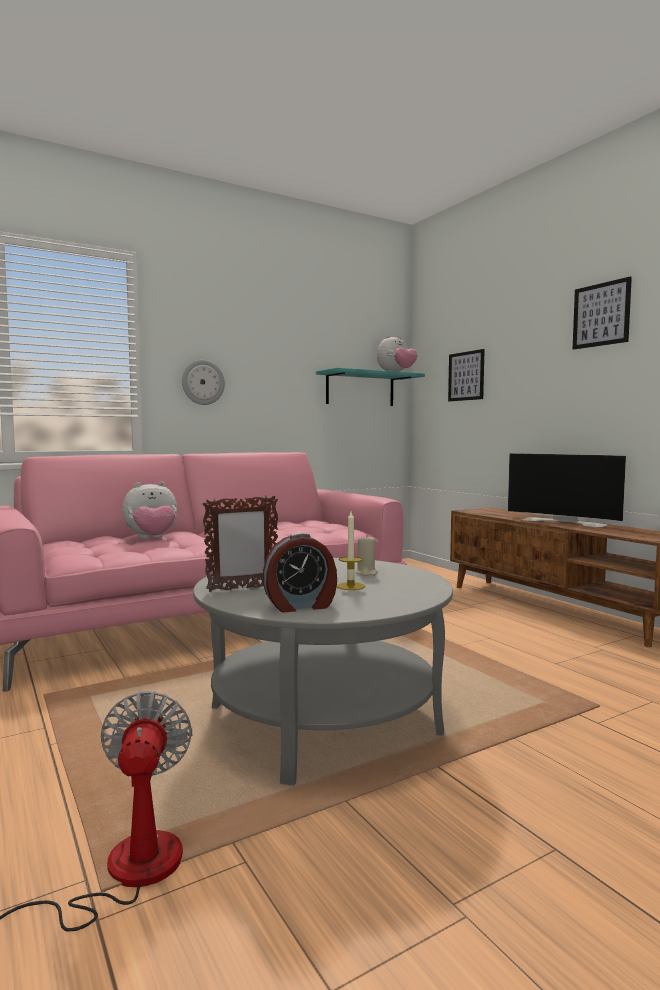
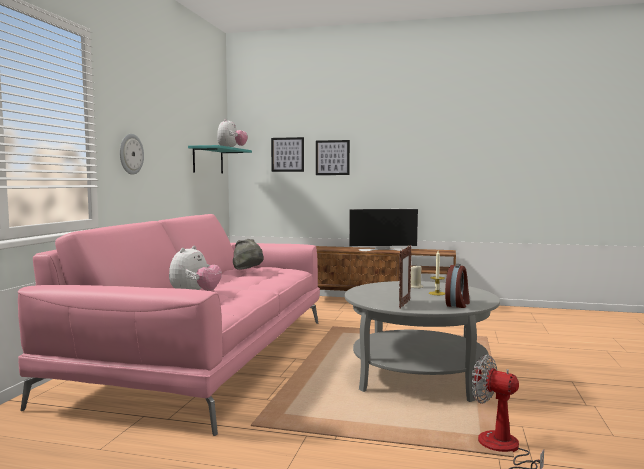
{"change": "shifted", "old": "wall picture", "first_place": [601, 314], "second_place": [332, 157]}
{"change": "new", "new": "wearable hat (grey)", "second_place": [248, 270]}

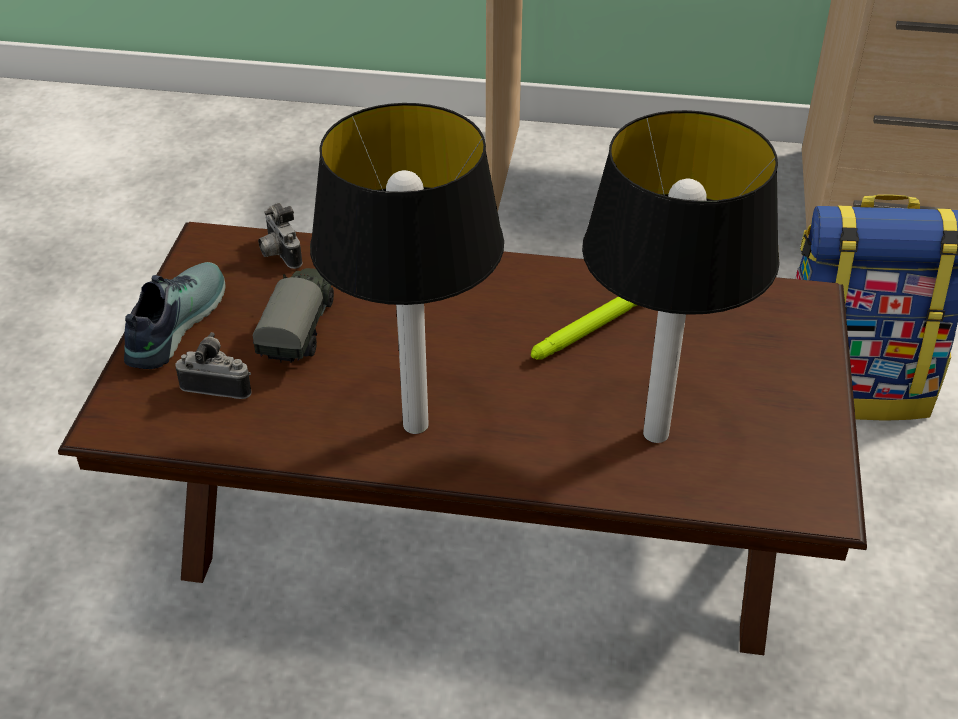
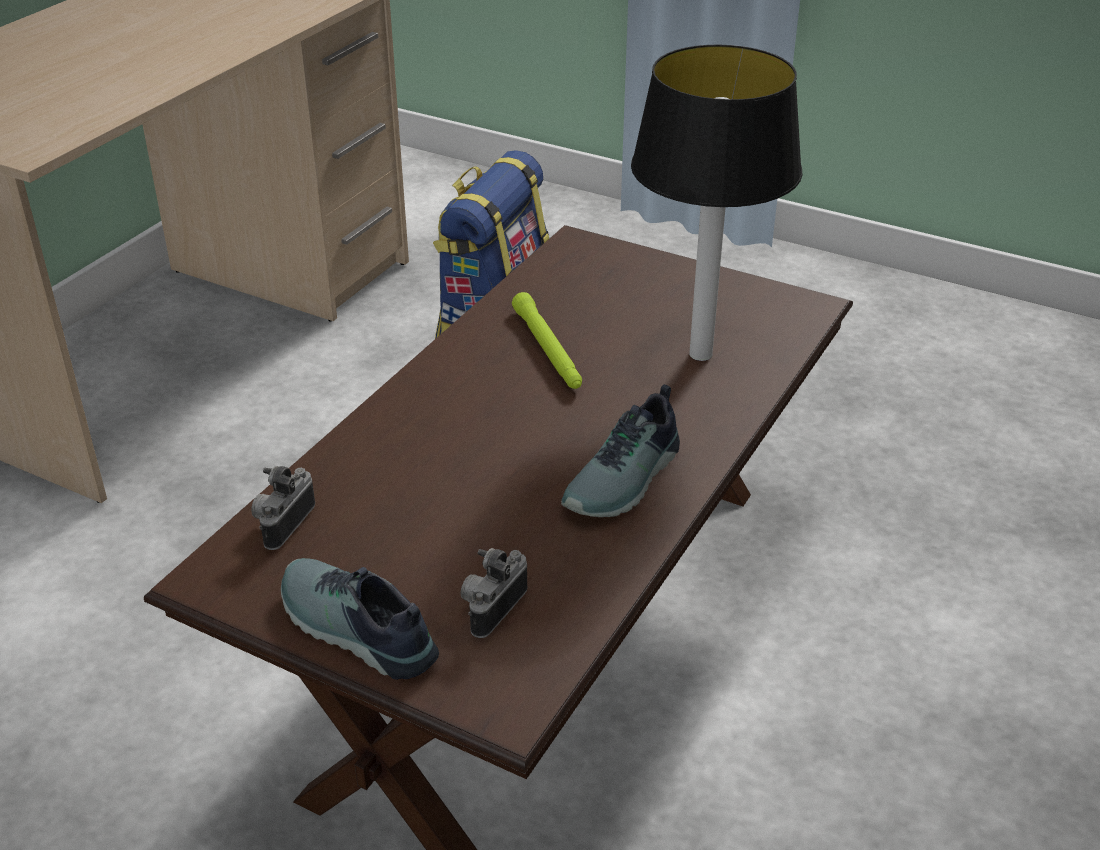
{"change": "swapped", "old": "table lamp", "new": "item of footwear", "first_place": [417, 425], "second_place": [627, 480]}
{"change": "rotated", "old": "still camera", "first_place": [278, 254], "second_place": [282, 524], "degrees": 120}
{"change": "gone", "old": "toy truck", "first_place": [300, 331]}

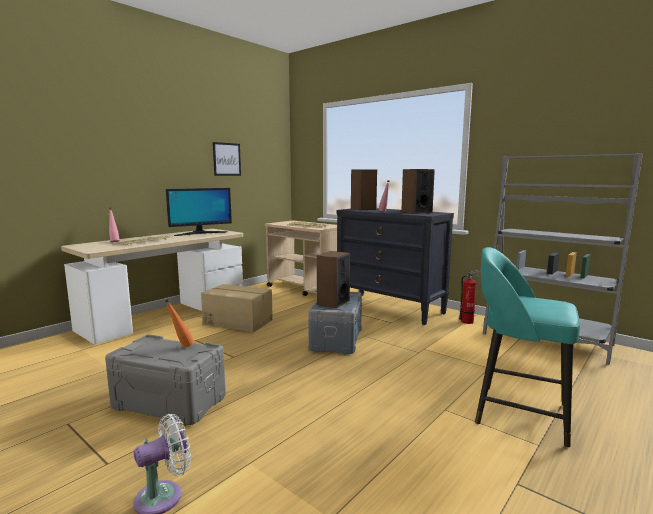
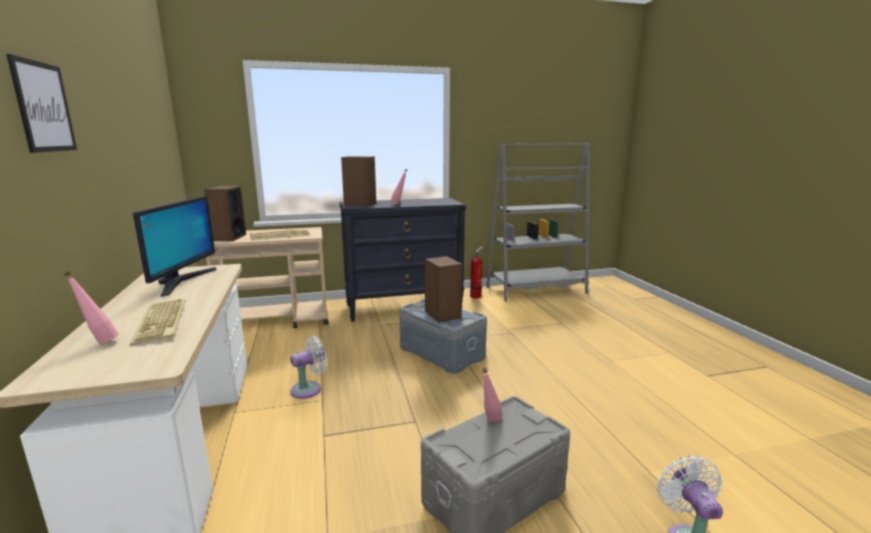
{"change": "shifted", "old": "wall picture", "first_place": [227, 159], "second_place": [43, 107]}
{"change": "shifted", "old": "loudspeaker", "first_place": [416, 212], "second_place": [228, 237]}
{"change": "gone", "old": "stool (turquoise)", "first_place": [518, 413]}
{"change": "swapped", "old": "packing box", "new": "cooling fan (white-coloured)", "first_place": [238, 322], "second_place": [309, 389]}
{"change": "repainted", "old": "bottle (orangey)", "new": "bottle (pinkish)", "first_place": [181, 347], "second_place": [489, 422]}

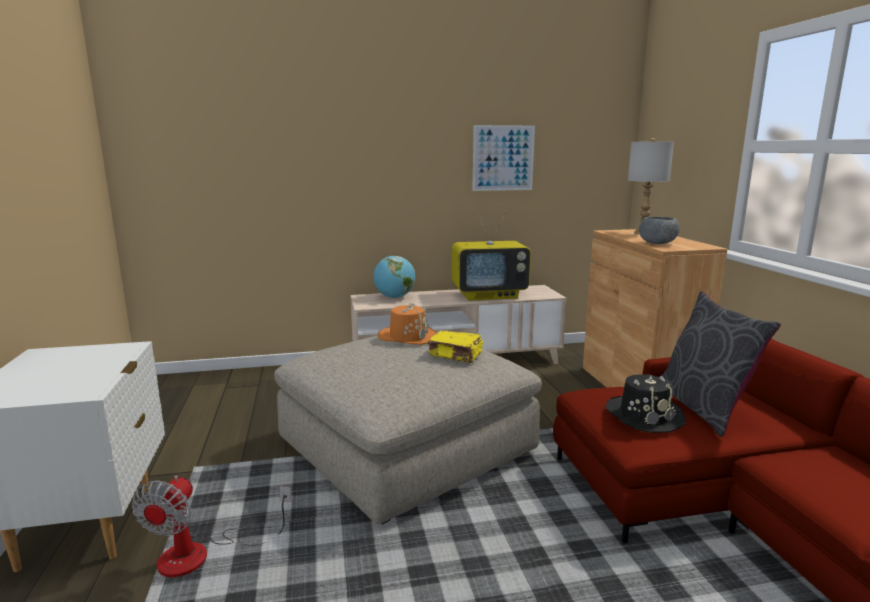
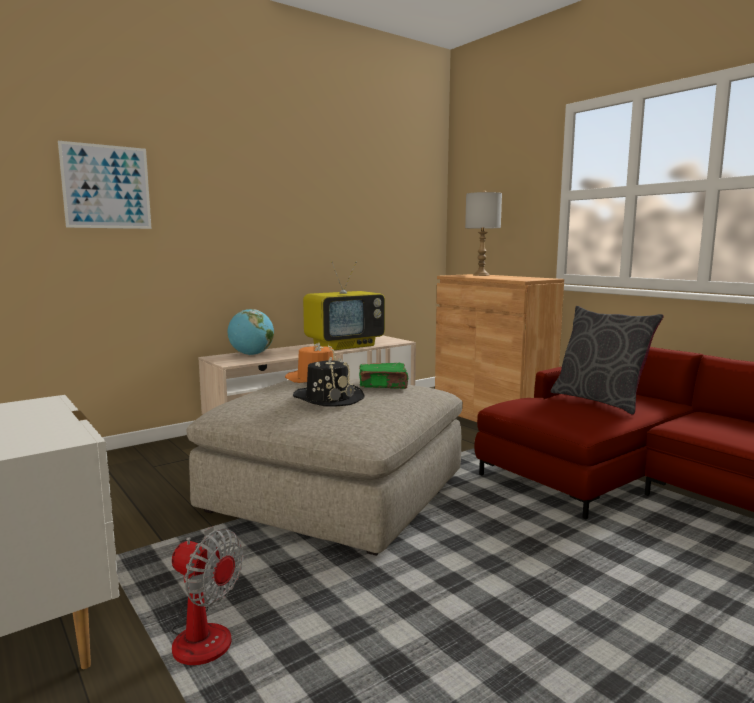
{"change": "shifted", "old": "wall picture", "first_place": [503, 158], "second_place": [106, 187]}
{"change": "gone", "old": "bowl (grey)", "first_place": [657, 243]}
{"change": "repainted", "old": "book (yellow-coloured)", "new": "book (green-coloured)", "first_place": [456, 355], "second_place": [384, 385]}
{"change": "shifted", "old": "wearable hat (black-coloured)", "first_place": [644, 415], "second_place": [328, 398]}
{"change": "rotated", "old": "cooling fan", "first_place": [202, 555], "second_place": [205, 631], "degrees": -45}

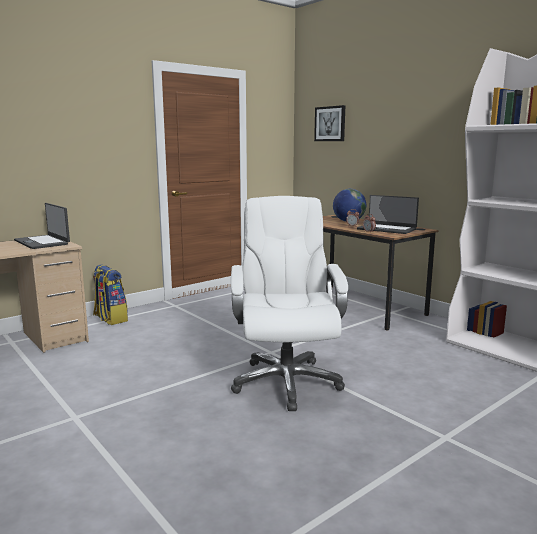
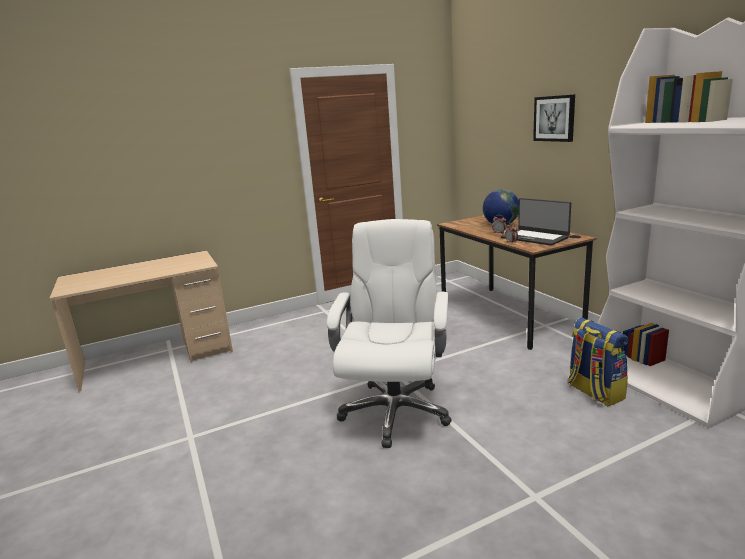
{"change": "shifted", "old": "wall picture", "first_place": [330, 124], "second_place": [554, 118]}
{"change": "gone", "old": "portable computer", "first_place": [42, 242]}
{"change": "shifted", "old": "backpack", "first_place": [110, 319], "second_place": [594, 392]}

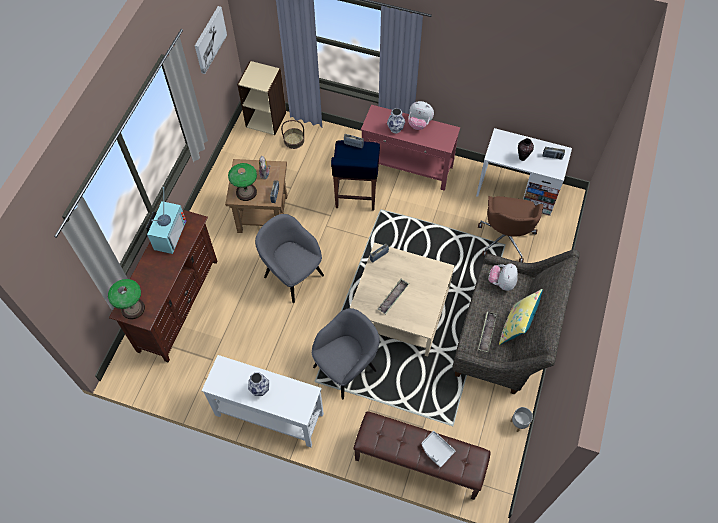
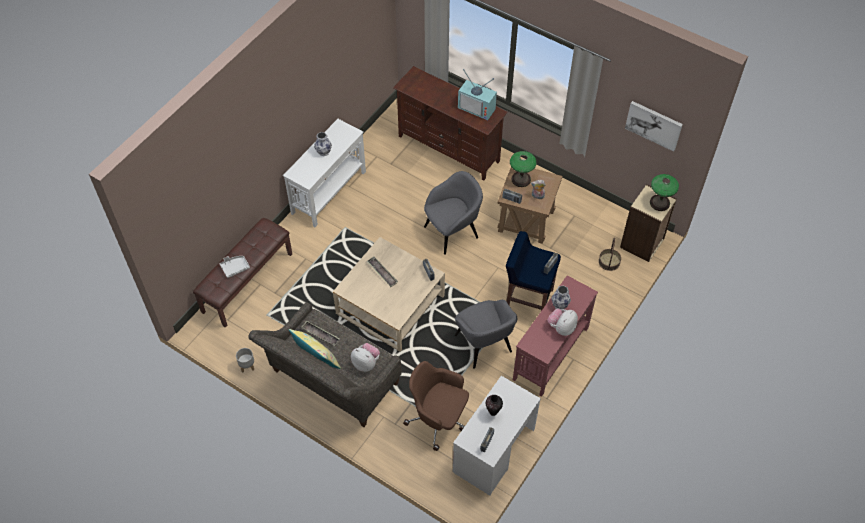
{"change": "shifted", "old": "table lamp", "first_place": [133, 308], "second_place": [660, 203]}
{"change": "shifted", "old": "easy chair (grey)", "first_place": [346, 367], "second_place": [483, 345]}

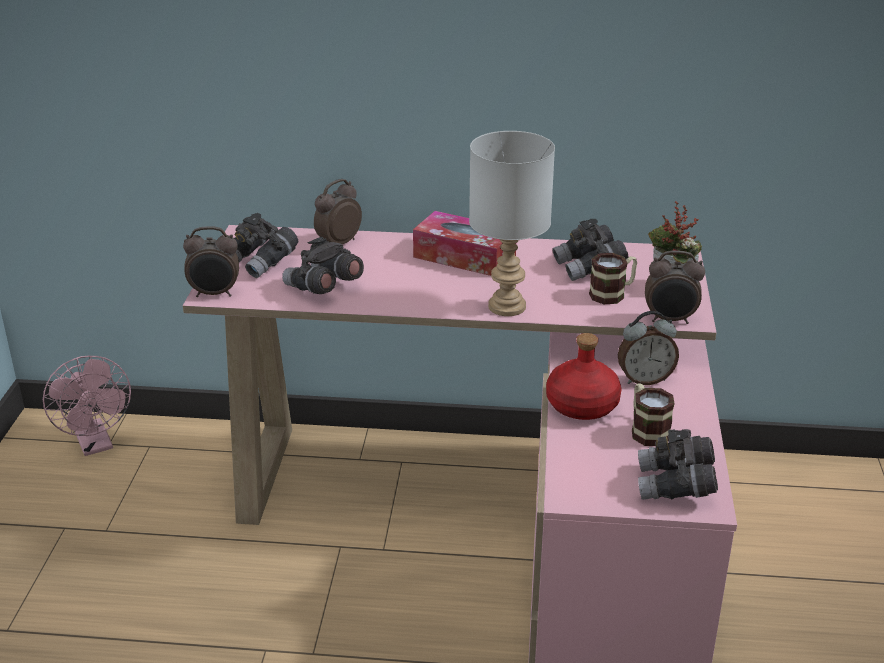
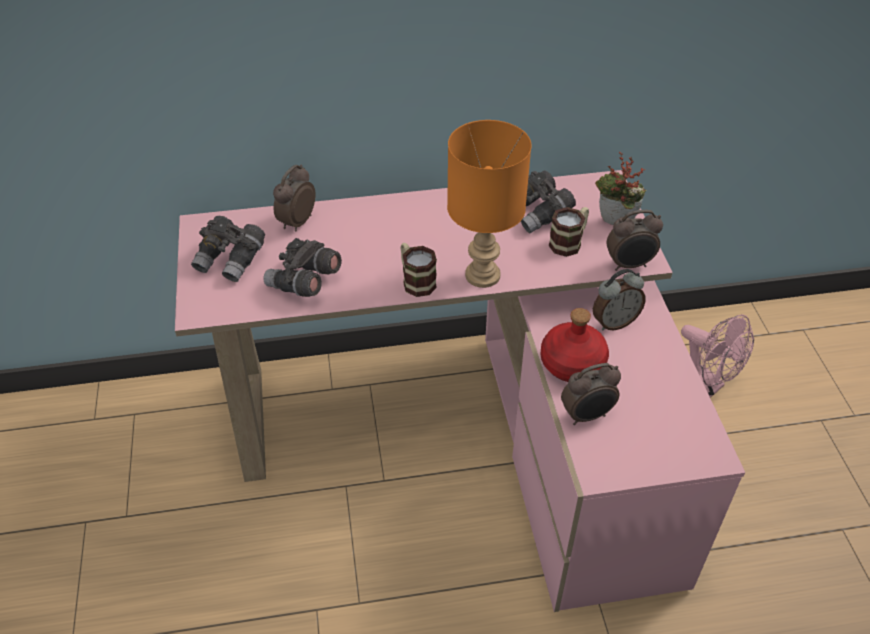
{"change": "repainted", "old": "table lamp (grey)", "new": "table lamp (orangey)", "first_place": [505, 306], "second_place": [481, 275]}
{"change": "gone", "old": "tissue holder", "first_place": [464, 257]}
{"change": "shifted", "old": "table clock", "first_place": [215, 294], "second_place": [587, 416]}
{"change": "shifted", "old": "cooling fan (pinkish)", "first_place": [96, 444], "second_place": [705, 384]}
{"change": "shifted", "old": "tea mug", "first_place": [646, 430], "second_place": [415, 280]}
{"change": "gone", "old": "binoculars (grey)", "first_place": [675, 486]}

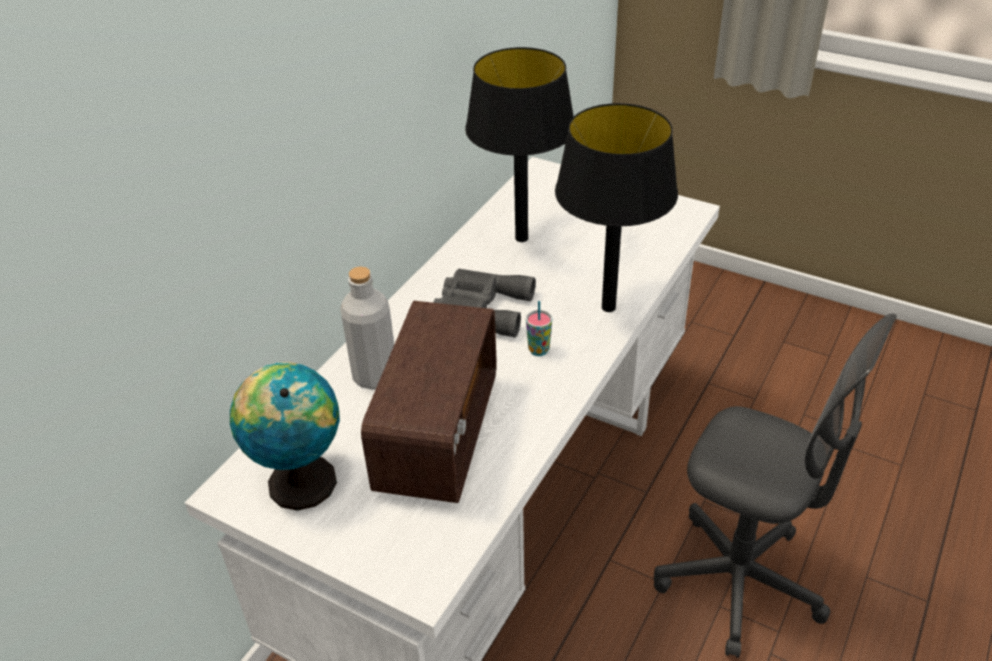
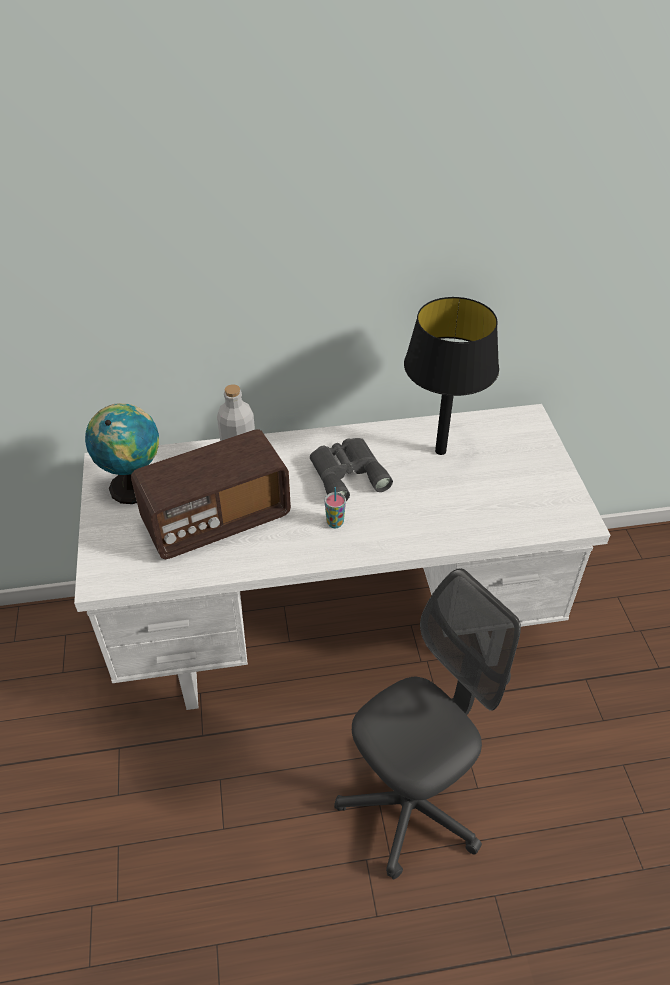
{"change": "gone", "old": "table lamp (black-coloured)", "first_place": [609, 308]}
{"change": "rotated", "old": "computer chair (grey)", "first_place": [739, 582], "second_place": [411, 805], "degrees": -120}

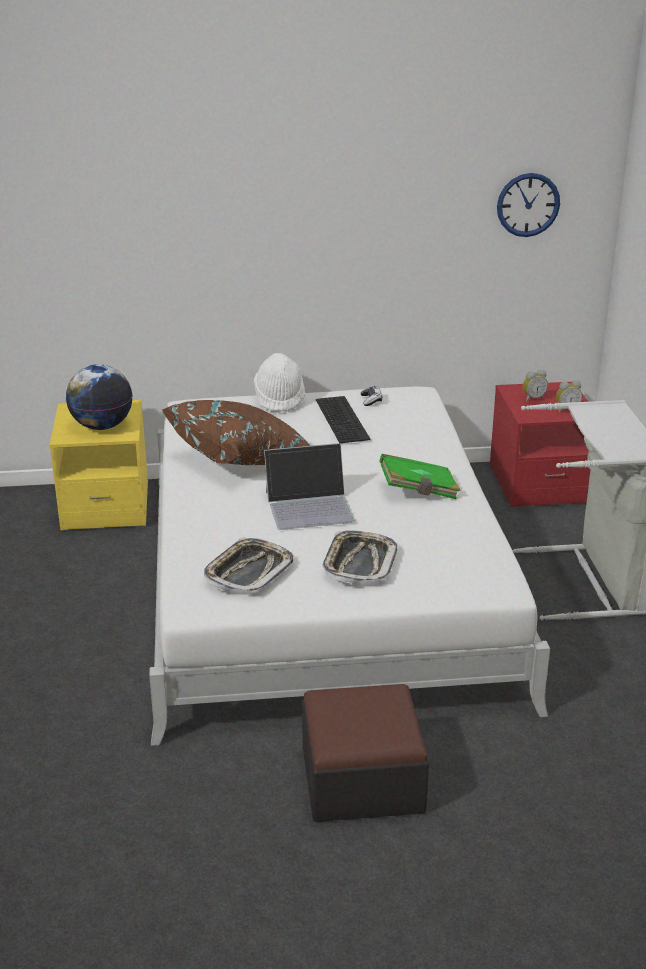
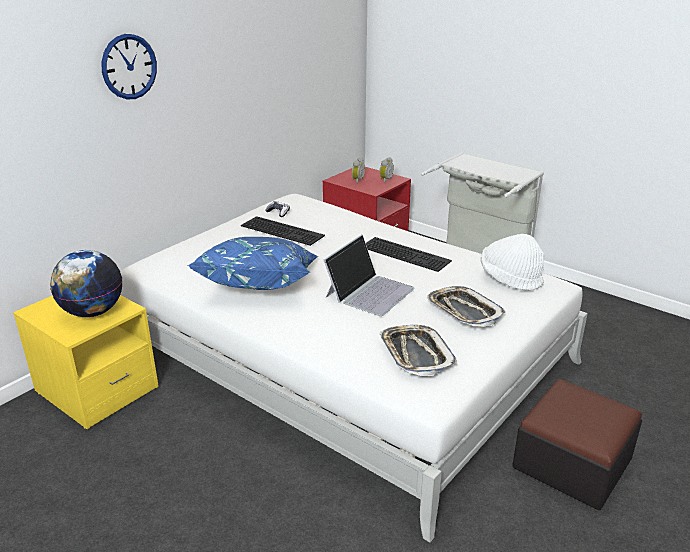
{"change": "shifted", "old": "clock on the wall", "first_place": [528, 205], "second_place": [129, 67]}
{"change": "shifted", "old": "wearable hat (white-coloured)", "first_place": [279, 399], "second_place": [510, 278]}
{"change": "repainted", "old": "cushion (brown-coloured)", "new": "cushion (blue)", "first_place": [243, 457], "second_place": [260, 283]}
{"change": "swapped", "old": "book (green-coloured)", "new": "keyboard", "first_place": [418, 491], "second_place": [406, 253]}

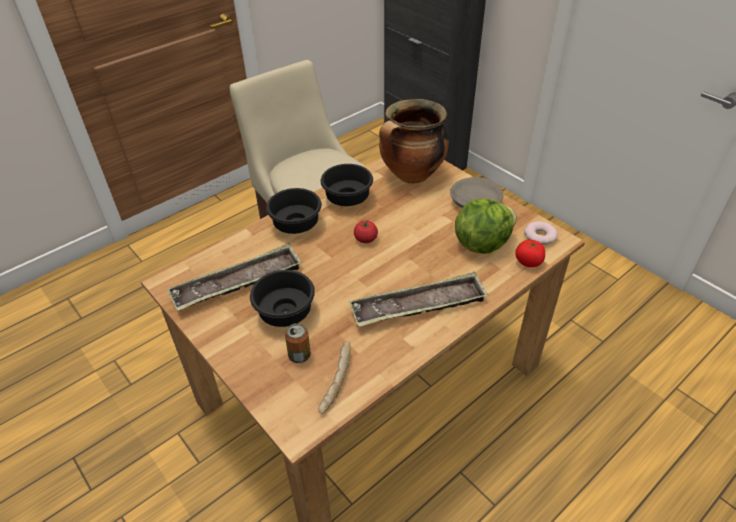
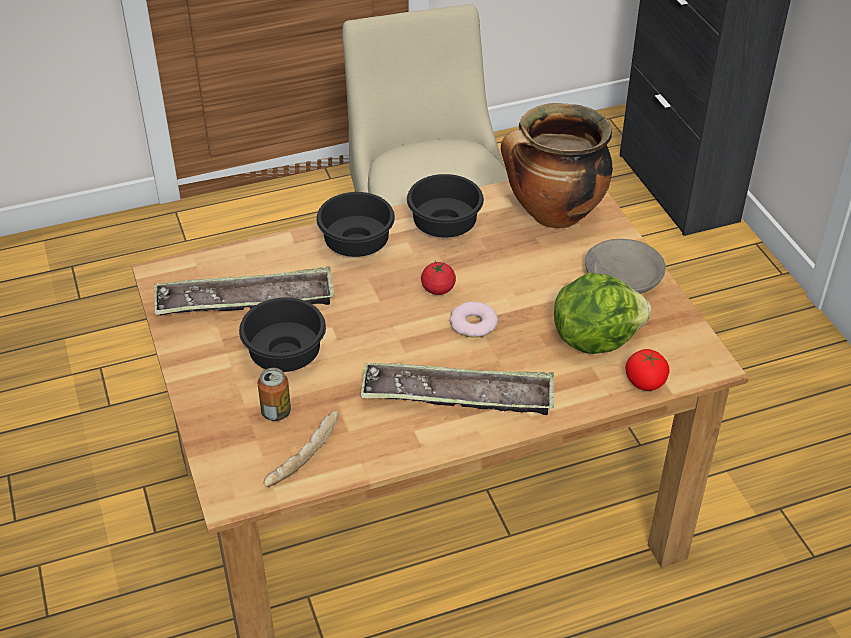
{"change": "shifted", "old": "ring doughnut", "first_place": [540, 236], "second_place": [473, 324]}

